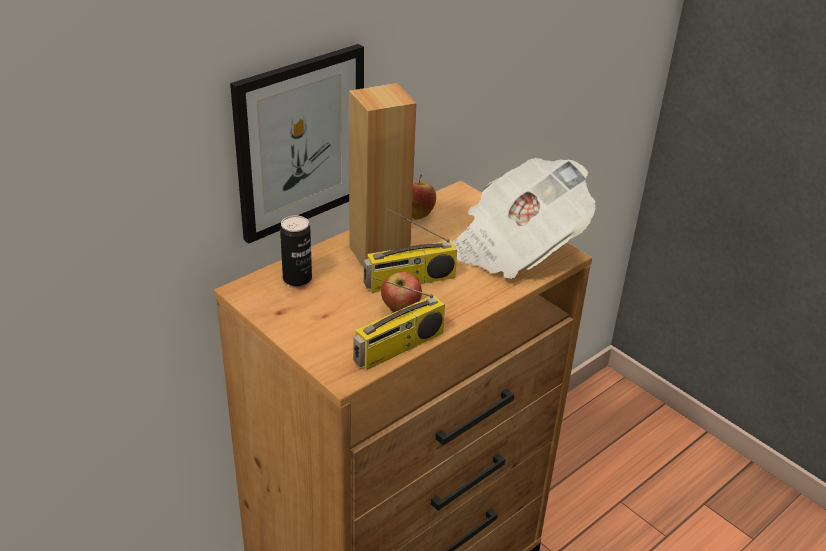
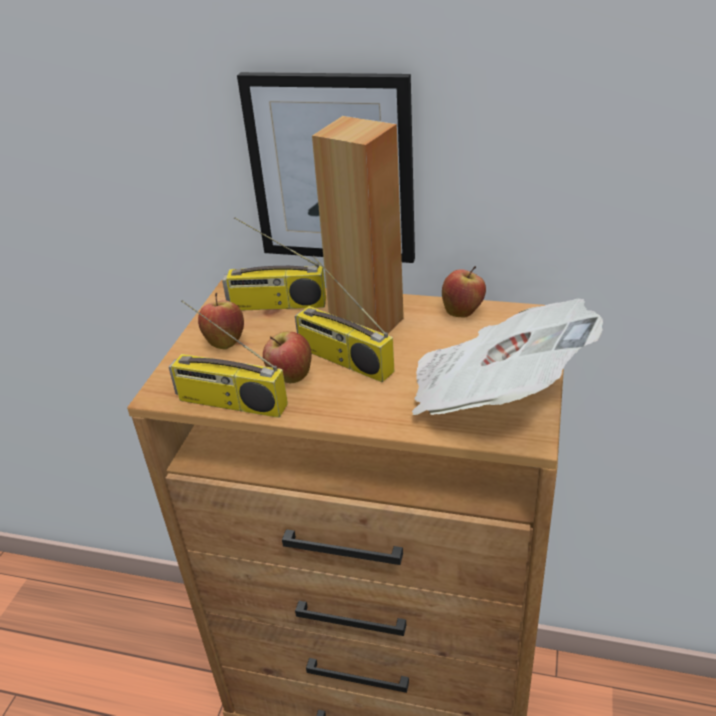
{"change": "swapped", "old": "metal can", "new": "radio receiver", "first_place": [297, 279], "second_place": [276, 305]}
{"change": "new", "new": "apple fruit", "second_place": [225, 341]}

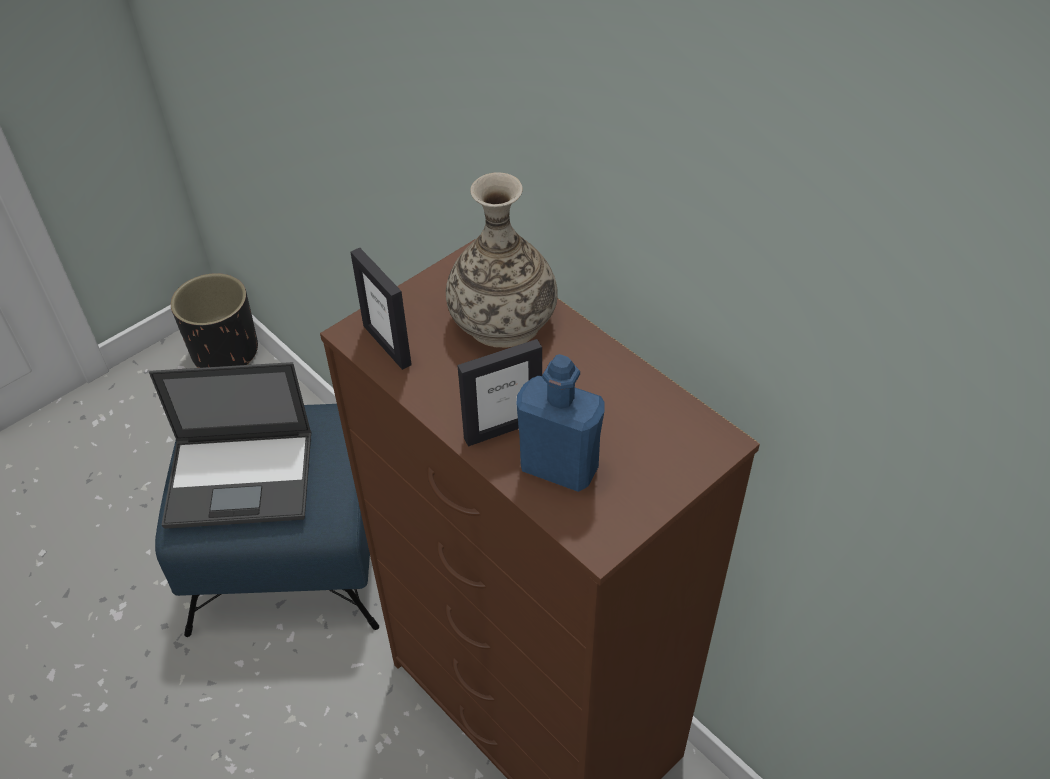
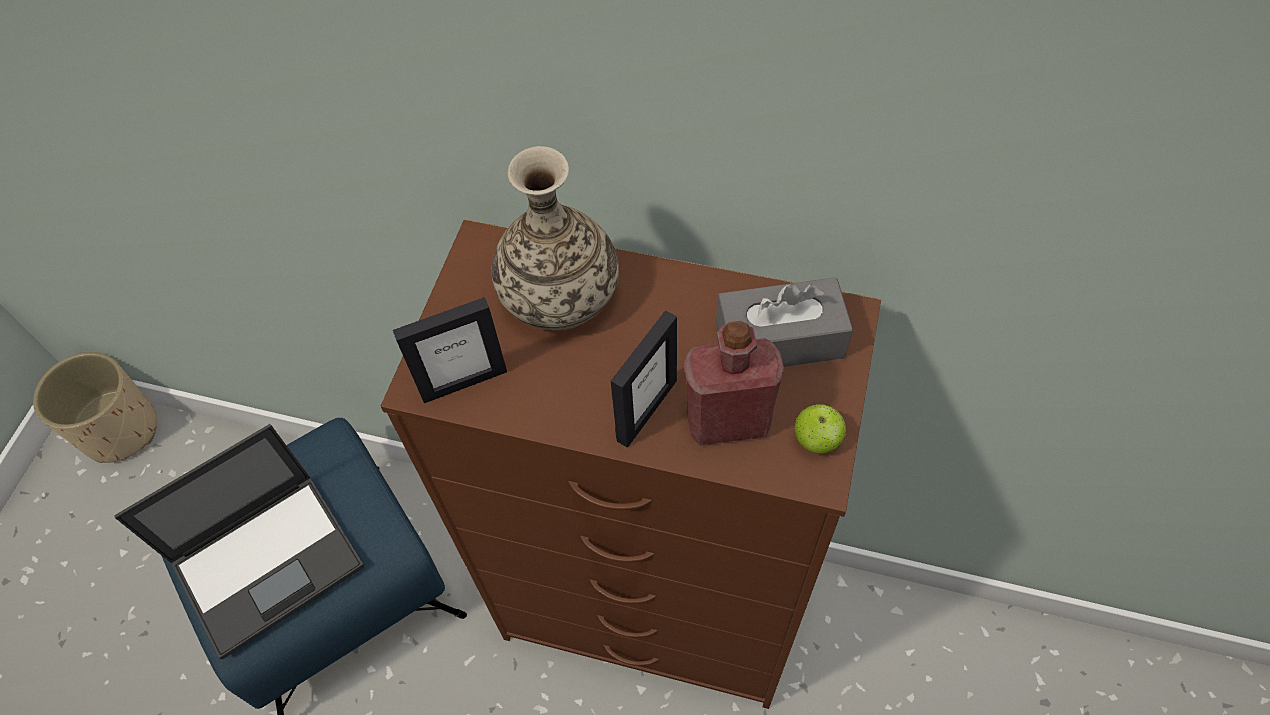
{"change": "rotated", "old": "picture frame", "first_place": [387, 345], "second_place": [463, 382], "degrees": -45}
{"change": "repainted", "old": "plant pot (black-coloured)", "new": "plant pot (sand-coloured)", "first_place": [225, 352], "second_place": [121, 430]}
{"change": "repainted", "old": "bottle (blue)", "new": "bottle (red)", "first_place": [559, 467], "second_place": [728, 421]}
{"change": "new", "new": "tissue holder (grey)", "second_place": [779, 340]}
{"change": "new", "new": "apple fruit", "second_place": [817, 440]}

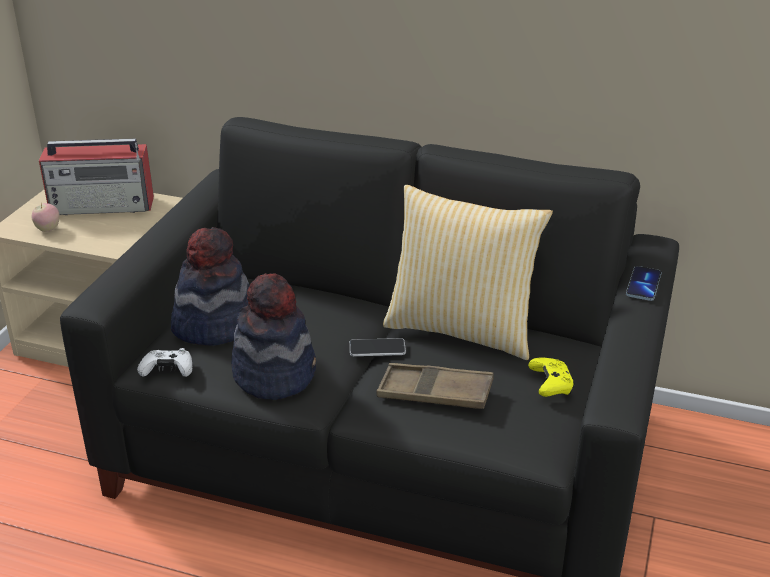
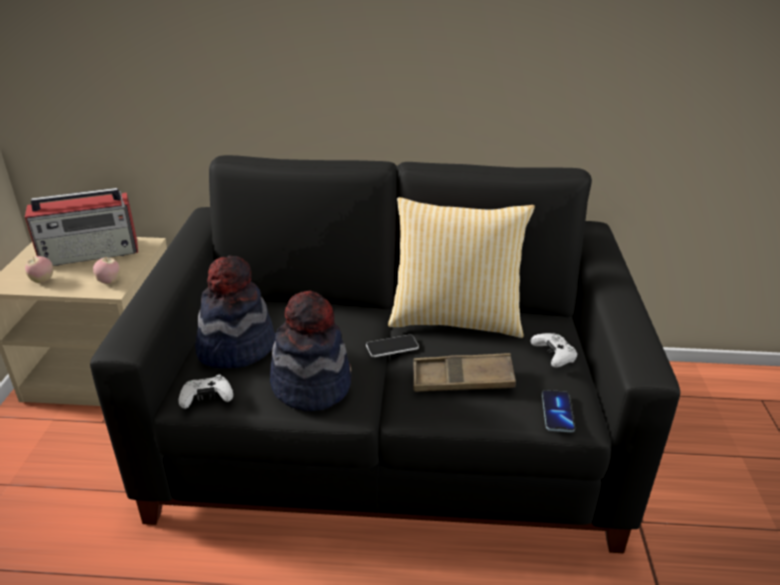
{"change": "shifted", "old": "handset", "first_place": [643, 285], "second_place": [557, 412]}
{"change": "repainted", "old": "joypad (yellow-coloured)", "new": "joypad (white-coloured)", "first_place": [551, 384], "second_place": [554, 356]}
{"change": "new", "new": "apple fruit", "second_place": [109, 282]}

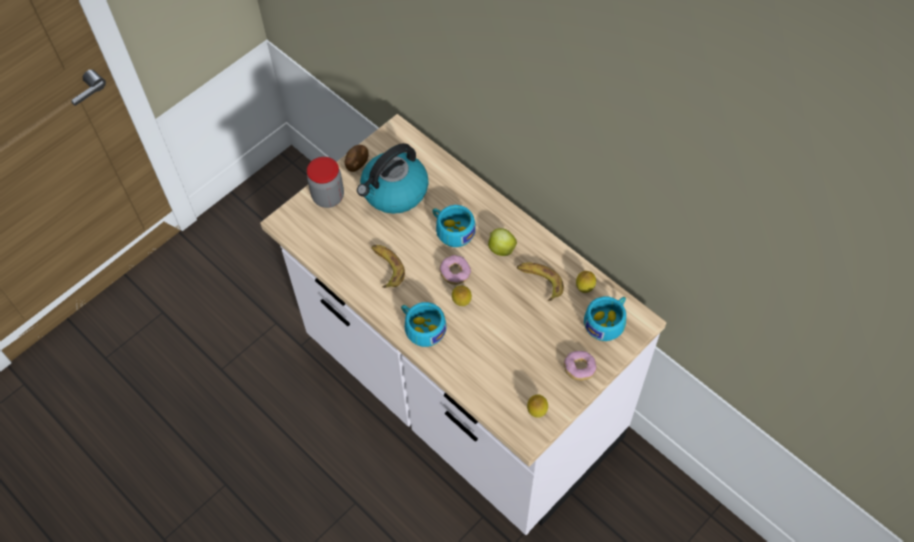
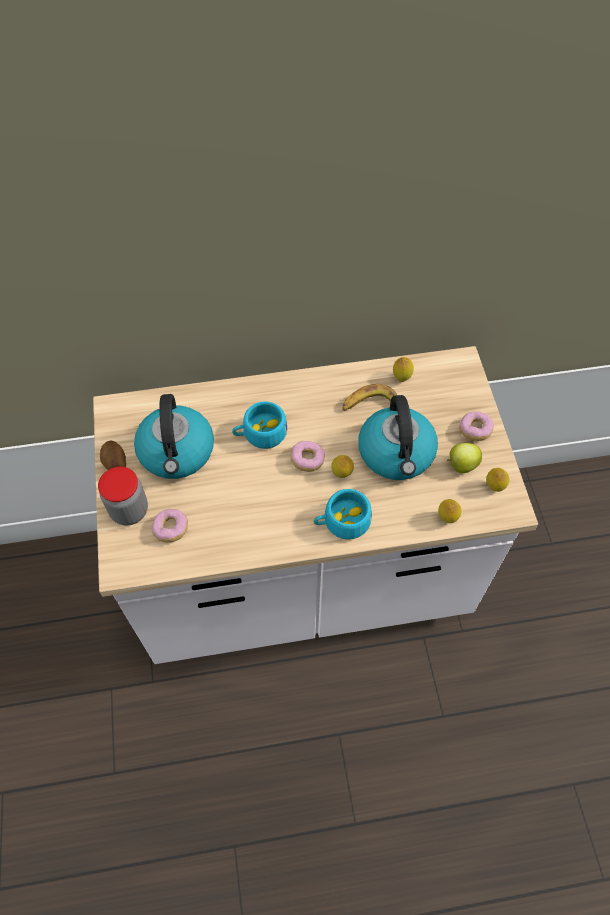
{"change": "shifted", "old": "apple fruit", "first_place": [501, 249], "second_place": [461, 465]}
{"change": "gone", "old": "banana fruit", "first_place": [386, 267]}
{"change": "gone", "old": "small cup (turquoise)", "first_place": [607, 321]}
{"change": "new", "new": "kettle", "second_place": [396, 454]}
{"change": "new", "new": "citrus fruit", "second_place": [447, 518]}
{"change": "new", "new": "ring doughnut", "second_place": [171, 529]}

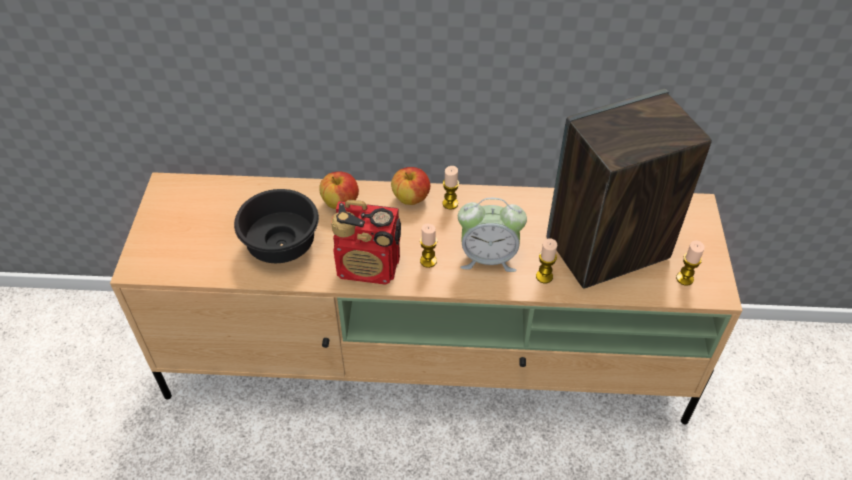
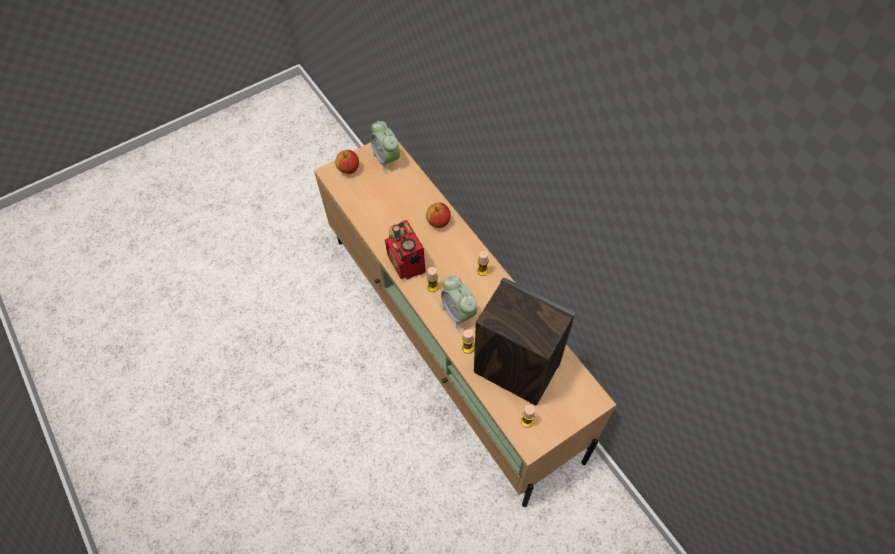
{"change": "shifted", "old": "apple fruit", "first_place": [411, 198], "second_place": [349, 169]}
{"change": "gone", "old": "bowl (black-coloured)", "first_place": [278, 244]}
{"change": "new", "new": "table clock", "second_place": [387, 159]}

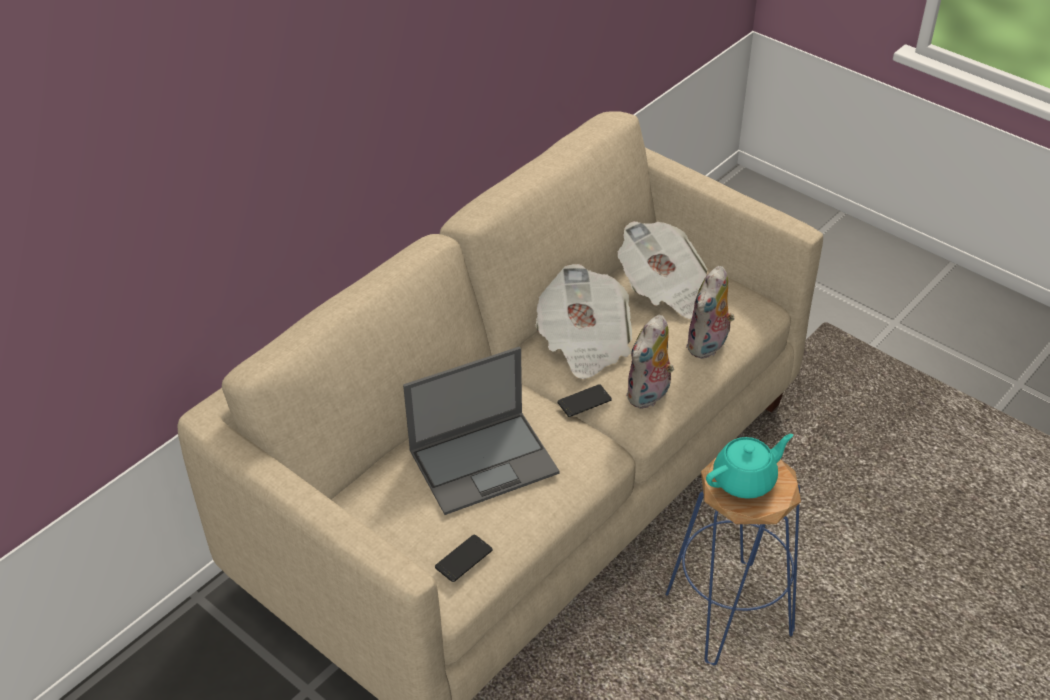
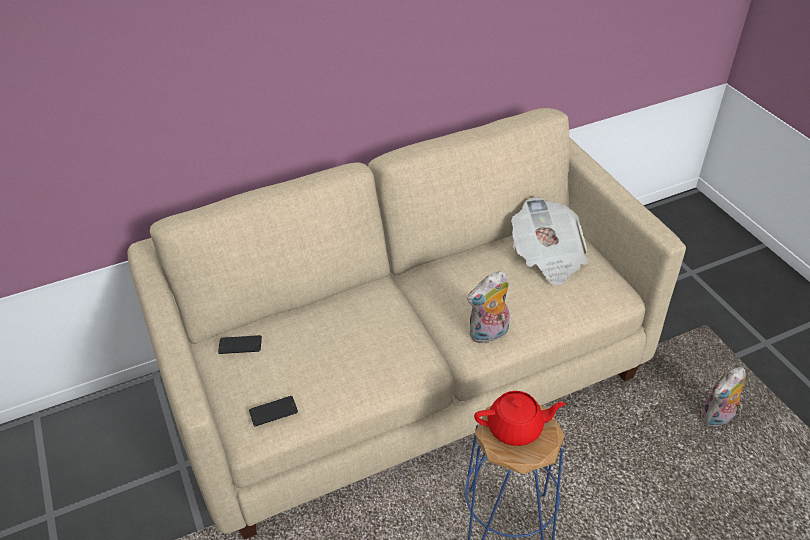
{"change": "gone", "old": "printed paper", "first_place": [584, 342]}
{"change": "shifted", "old": "plush toy", "first_place": [708, 346], "second_place": [717, 418]}
{"change": "gone", "old": "portable computer", "first_place": [485, 461]}
{"change": "shifted", "old": "handset", "first_place": [584, 401], "second_place": [240, 345]}
{"change": "repainted", "old": "pot for tea (turquoise)", "new": "pot for tea (red)", "first_place": [745, 480], "second_place": [516, 428]}

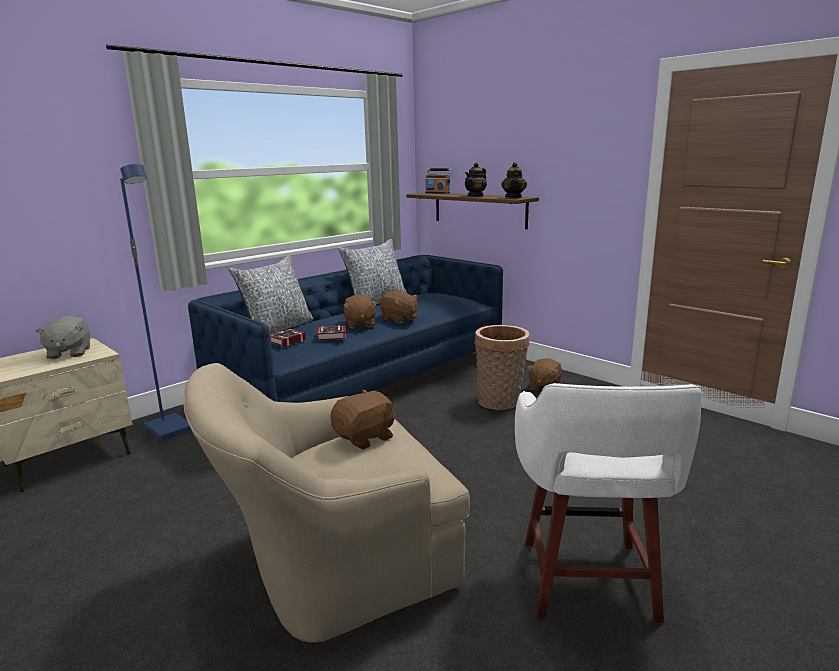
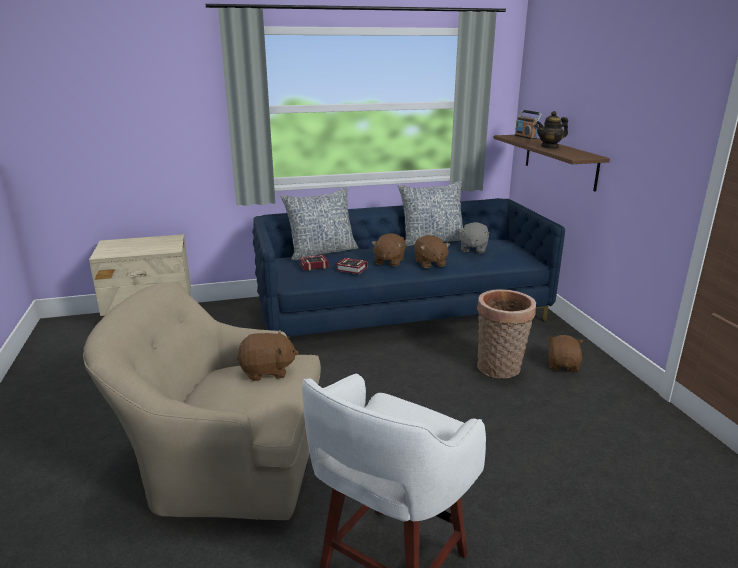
{"change": "gone", "old": "pot for tea", "first_place": [514, 197]}
{"change": "gone", "old": "standing lamp (blue)", "first_place": [170, 429]}
{"change": "shifted", "old": "plush toy (grey)", "first_place": [69, 353], "second_place": [473, 249]}
{"change": "rotated", "old": "plush toy (brown-coloured)", "first_place": [544, 386], "second_place": [563, 365], "degrees": 135}

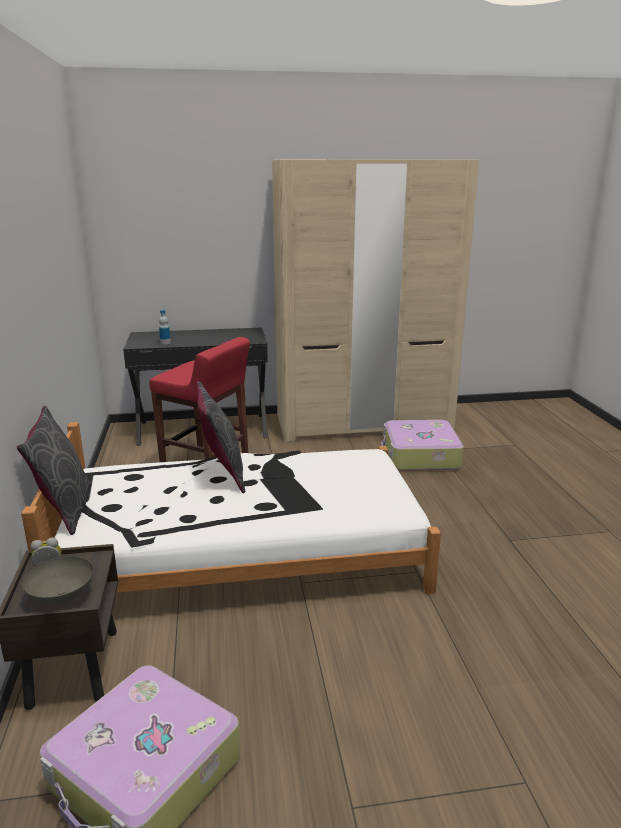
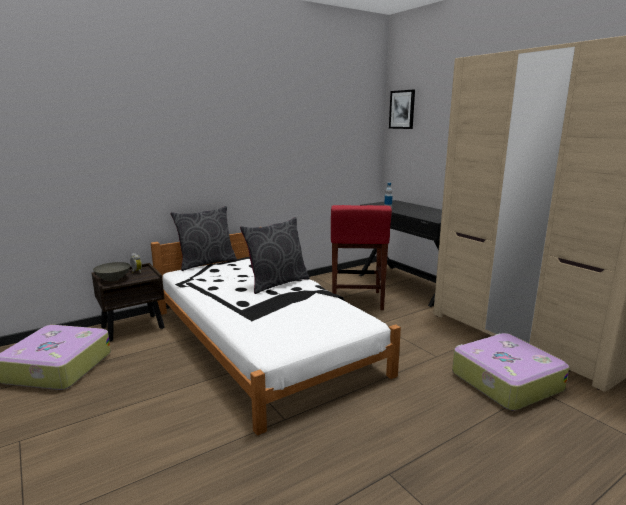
{"change": "new", "new": "wall picture", "second_place": [402, 109]}

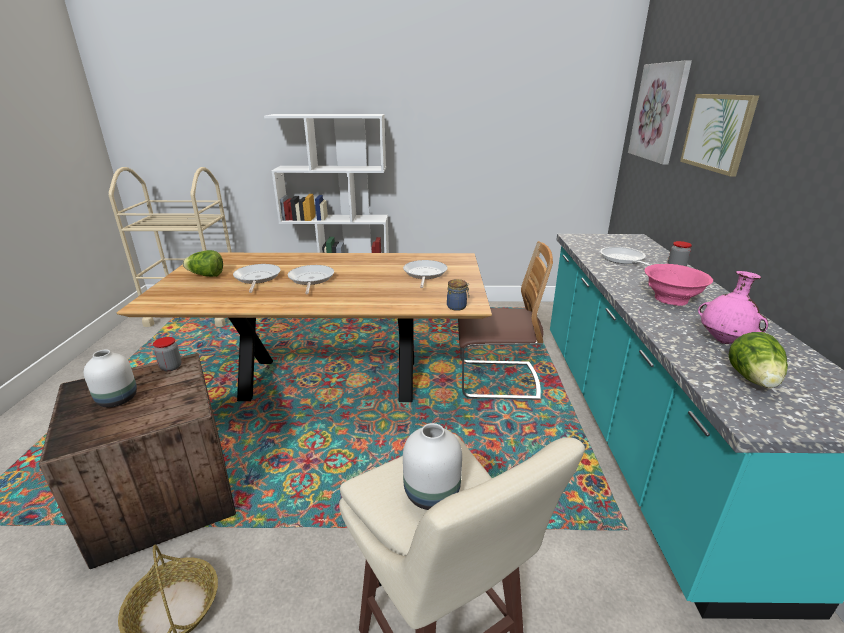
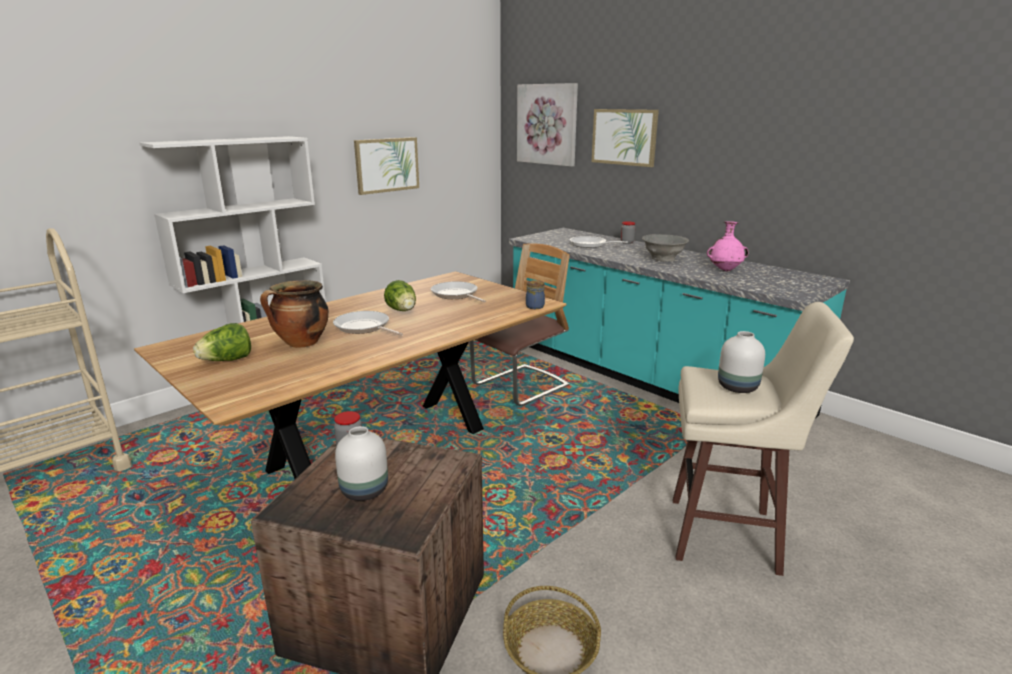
{"change": "swapped", "old": "skillet", "new": "saucepot", "first_place": [257, 278], "second_place": [301, 344]}
{"change": "repainted", "old": "bowl (pinkish)", "new": "bowl (grey)", "first_place": [671, 299], "second_place": [663, 259]}
{"change": "shifted", "old": "head of lettuce", "first_place": [753, 380], "second_place": [403, 311]}
{"change": "new", "new": "wall picture", "second_place": [387, 165]}

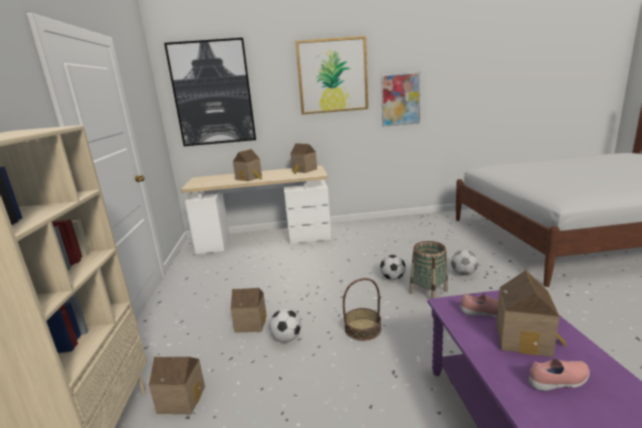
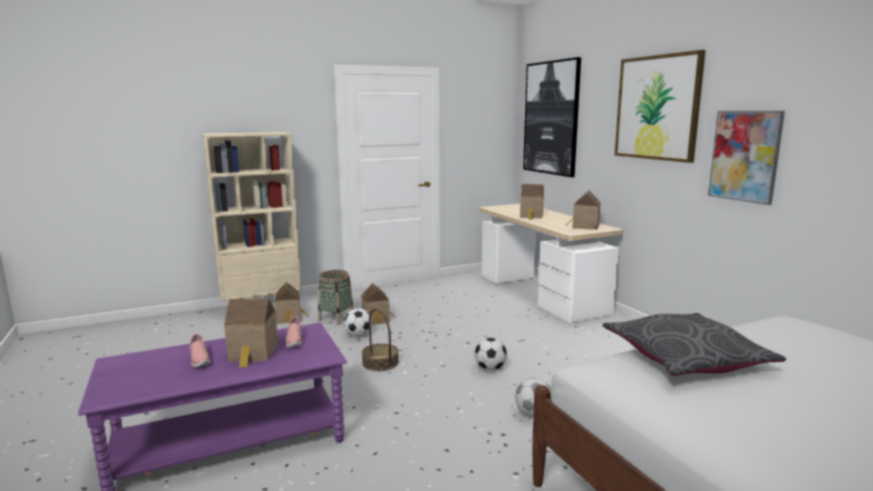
{"change": "shifted", "old": "household basket", "first_place": [428, 292], "second_place": [336, 318]}
{"change": "new", "new": "cushion (grey)", "second_place": [684, 358]}

